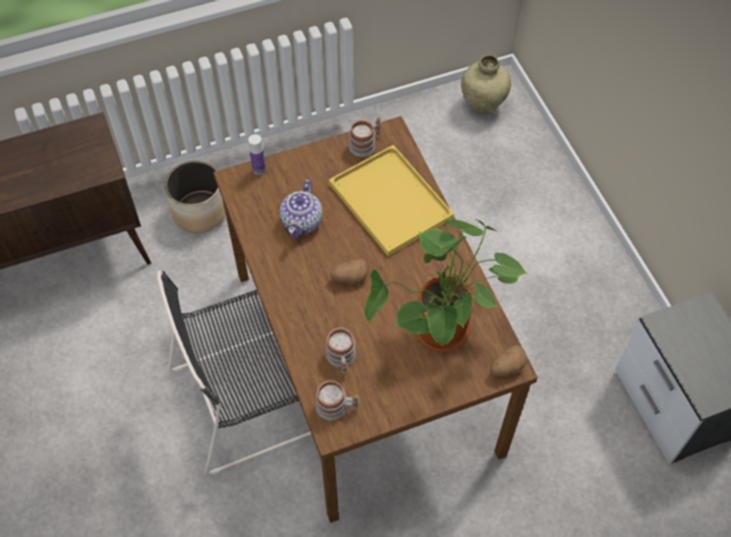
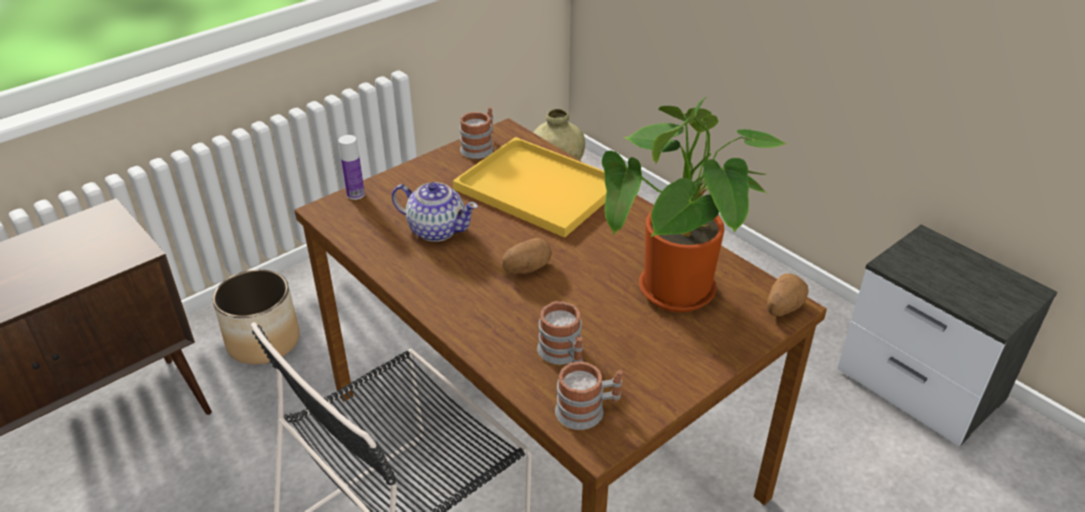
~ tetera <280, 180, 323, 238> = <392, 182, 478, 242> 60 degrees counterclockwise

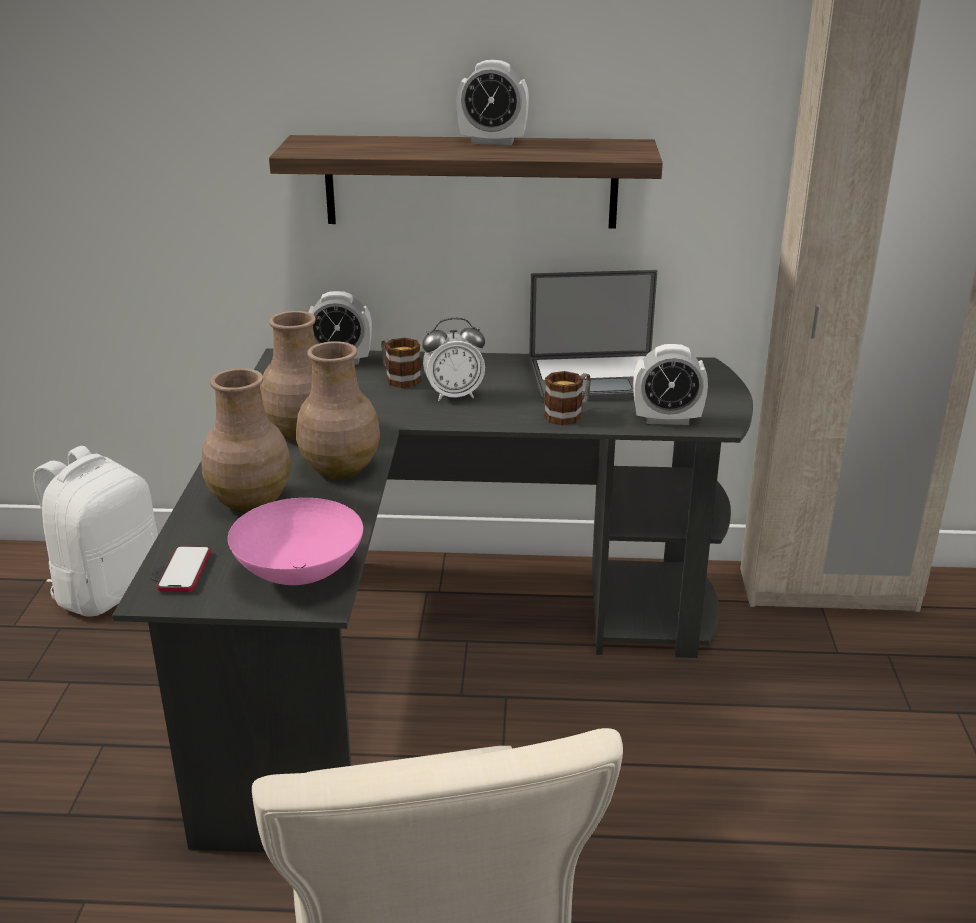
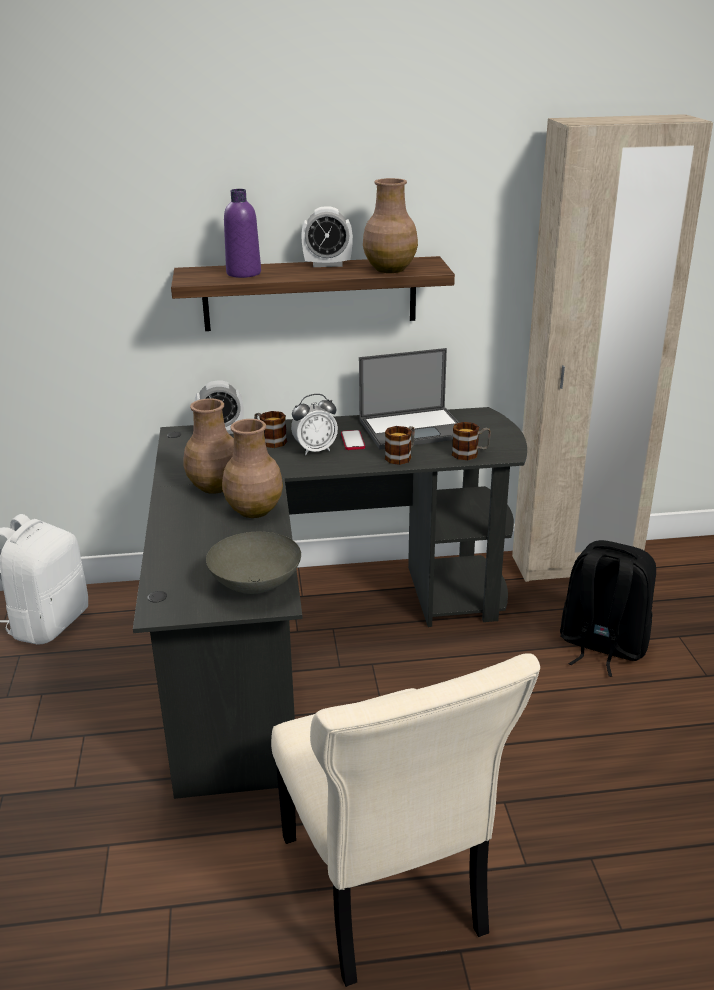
~ cuenco [rosa] <228, 498, 363, 585> to cuenco [gris] <206, 532, 301, 594>
+ botella [morado] <224, 189, 261, 278>
~ móvil <157, 546, 211, 592> to <341, 430, 365, 450>
~ florero [marrón] <201, 368, 291, 513> to <363, 178, 418, 273>
~ despertador <633, 344, 708, 425> to taza grande <452, 422, 491, 460>
+ mochila [negro] <560, 540, 656, 677>

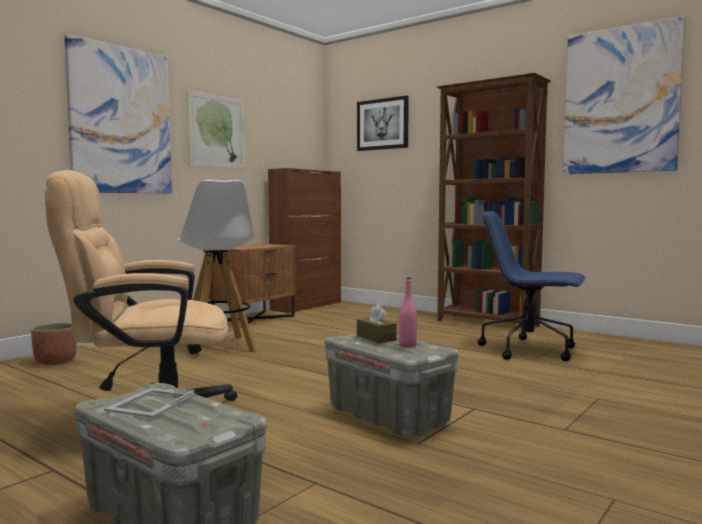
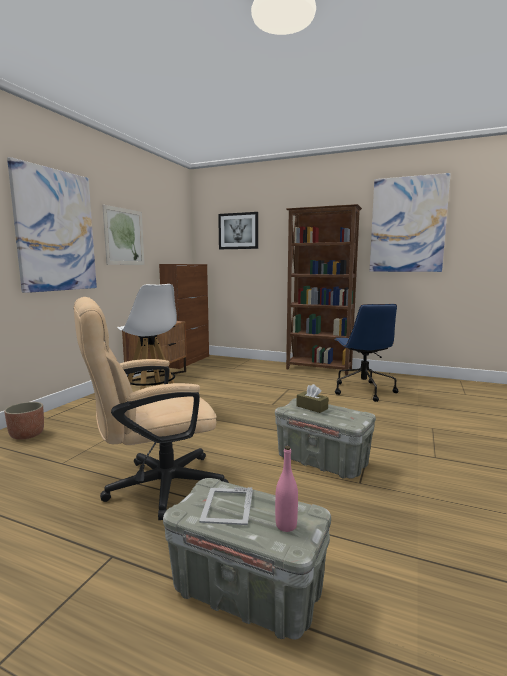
~ botella [rosa] <399, 277, 417, 348> to <275, 446, 298, 532>
~ silla de oficina [azul] <478, 211, 585, 361> = <334, 304, 398, 402> 105 degrees counterclockwise

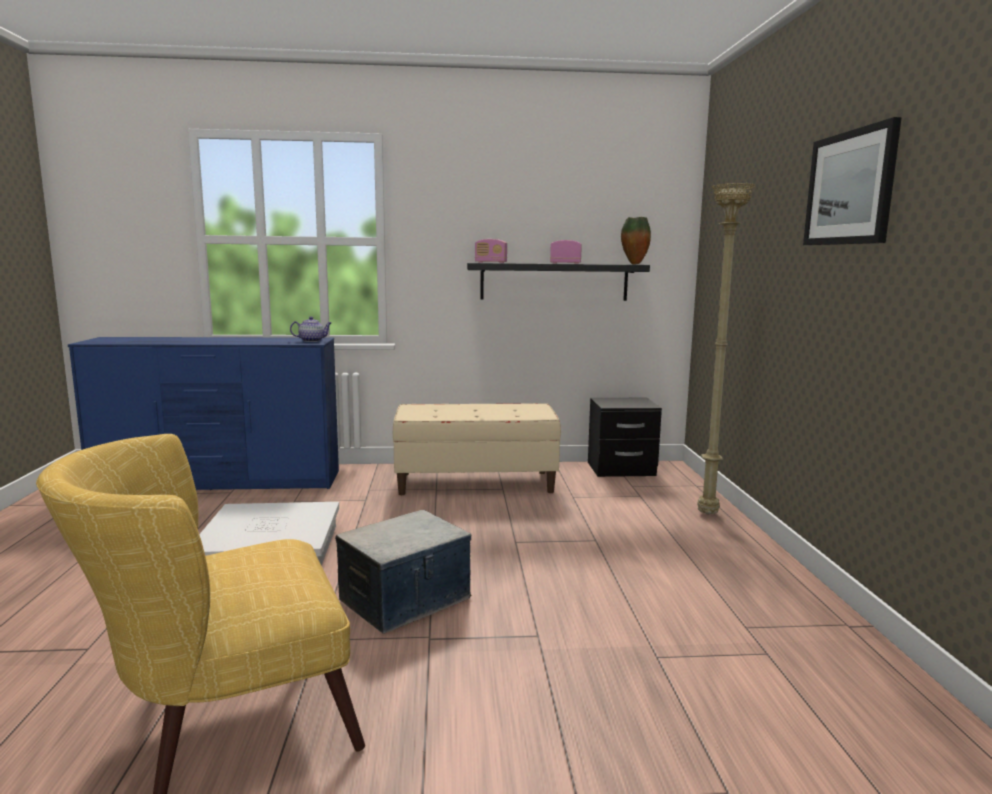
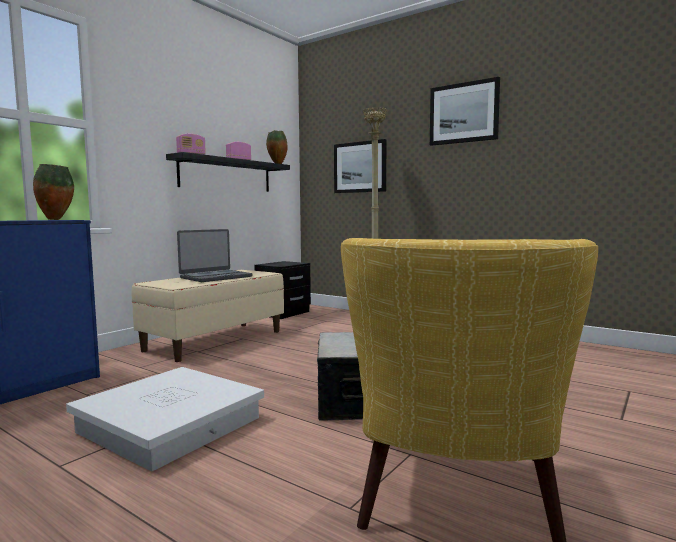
~ tetera <290, 316, 332, 342> to florero <33, 164, 74, 220>
+ portátil <177, 229, 252, 282>
+ cuadro <334, 139, 386, 193>

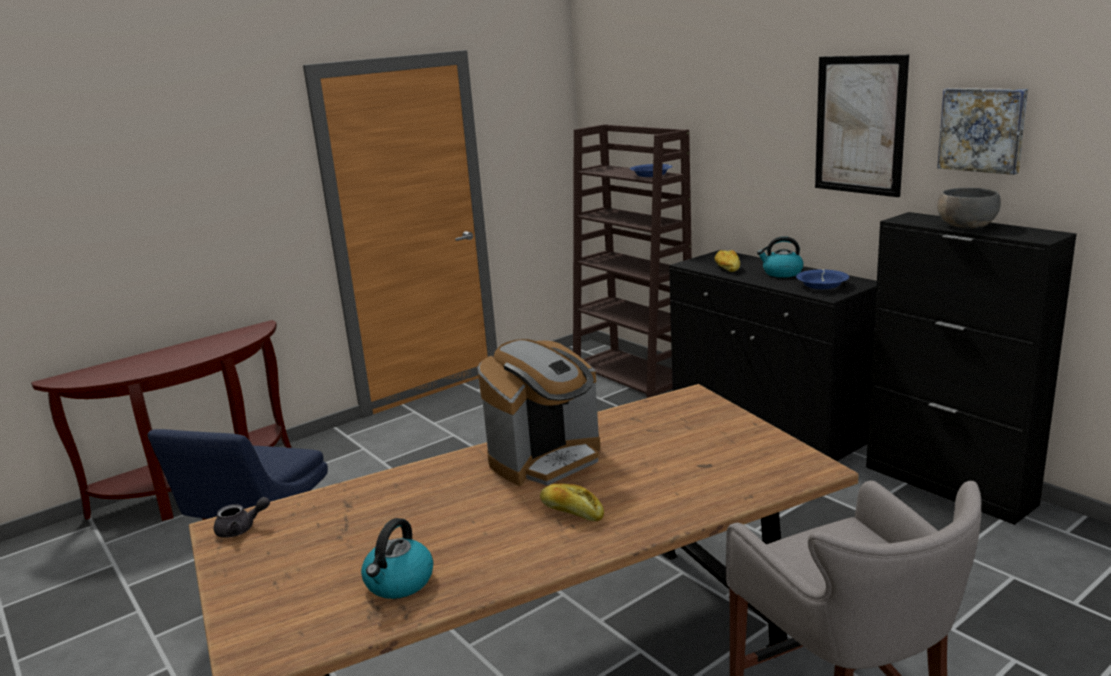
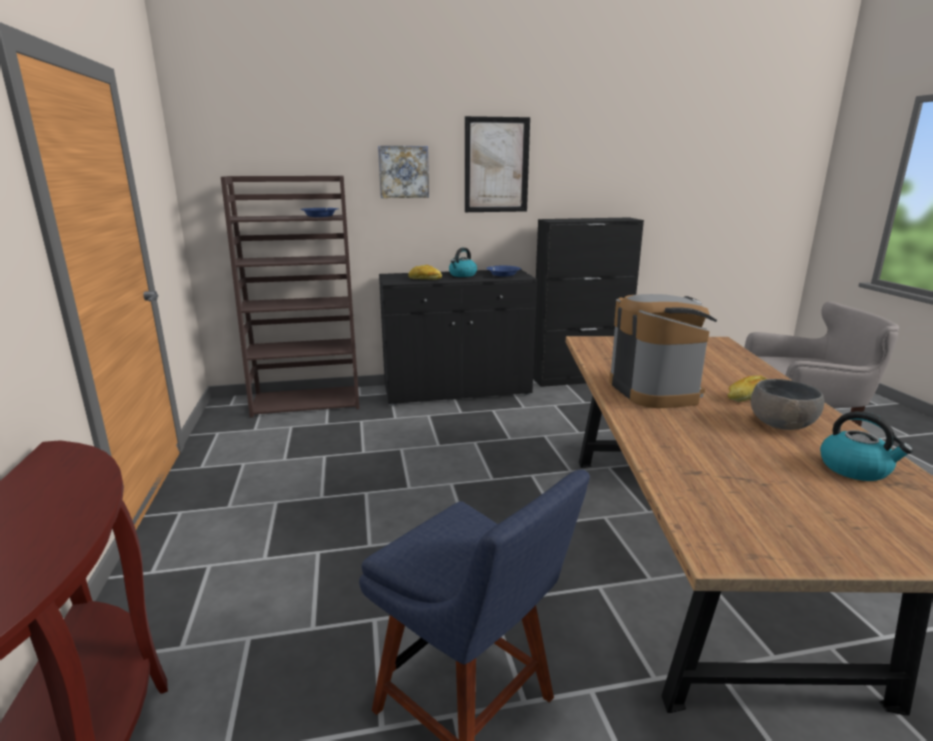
~ cuadro <937, 88, 1028, 175> to <378, 146, 429, 198>
~ cuenco [gris] <937, 188, 1001, 229> to <751, 379, 824, 430>
- tetera [gris] <214, 497, 270, 538>

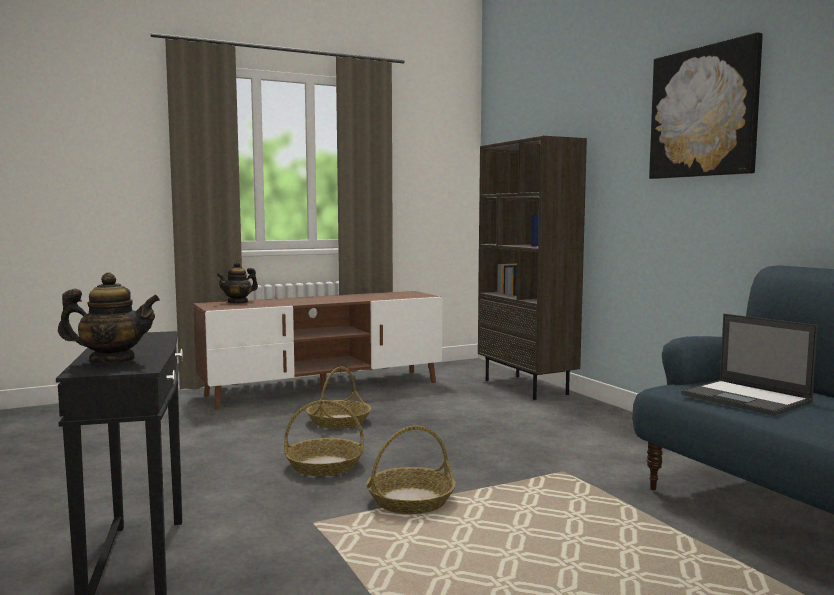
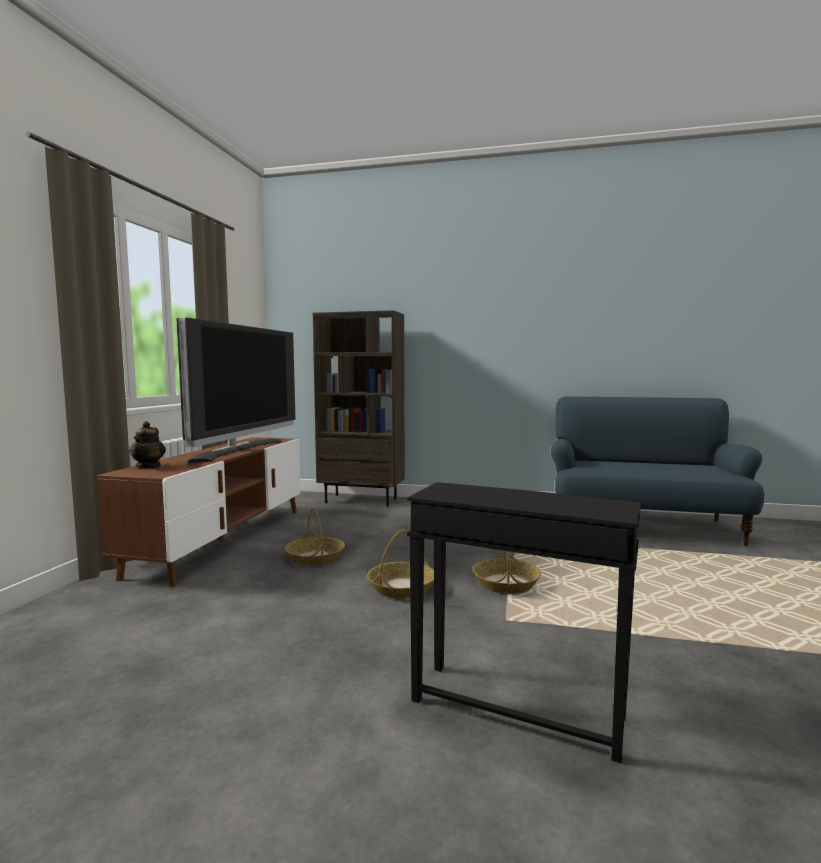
+ televisor <177, 318, 295, 462>
- tetera <58, 273, 160, 363>
- cuadro <649, 32, 763, 179>
- portátil <681, 314, 818, 416>

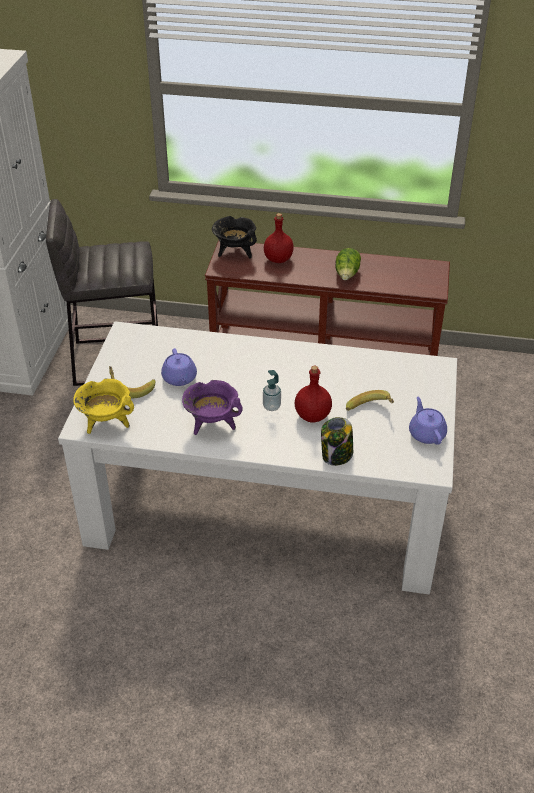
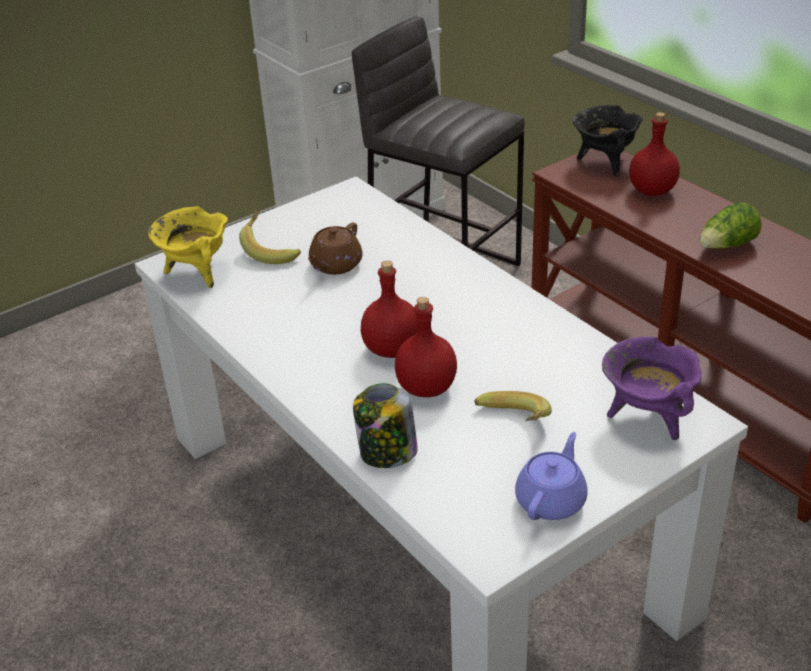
~ tetera [morado] <161, 348, 197, 386> to tetera [marrón] <308, 223, 363, 275>
~ dispensador de jabón <263, 370, 281, 411> to botella [rojo] <361, 261, 418, 358>
~ olla [morado] <182, 380, 243, 435> to <602, 337, 702, 440>

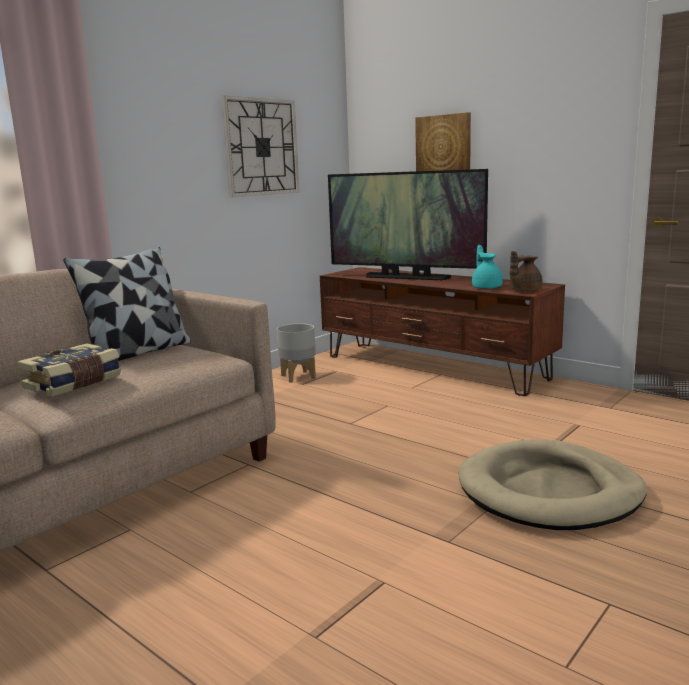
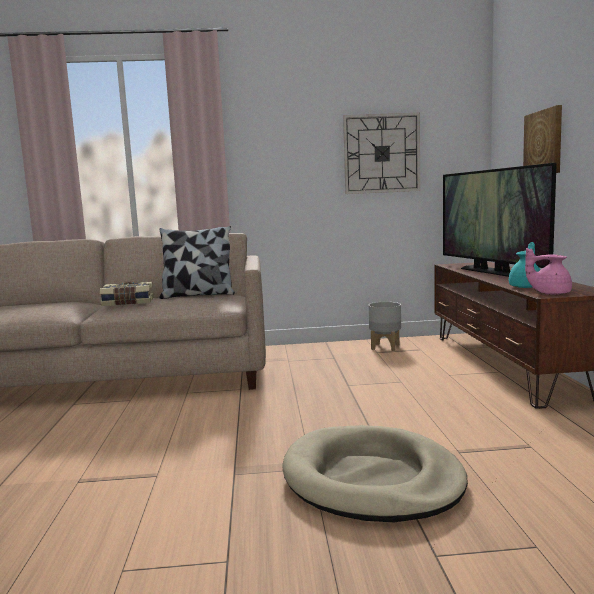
~ tetera [marrón] <510, 251, 543, 292> to tetera [rosa] <525, 248, 572, 295>

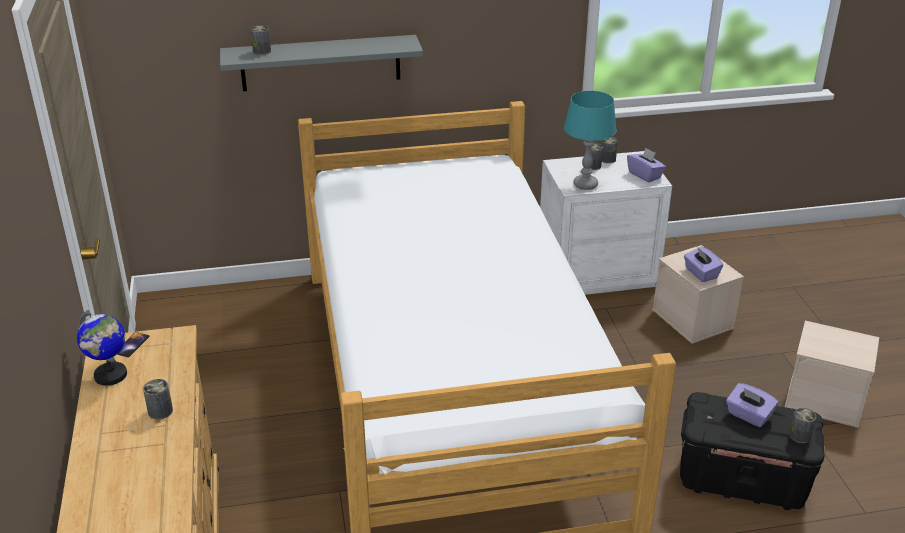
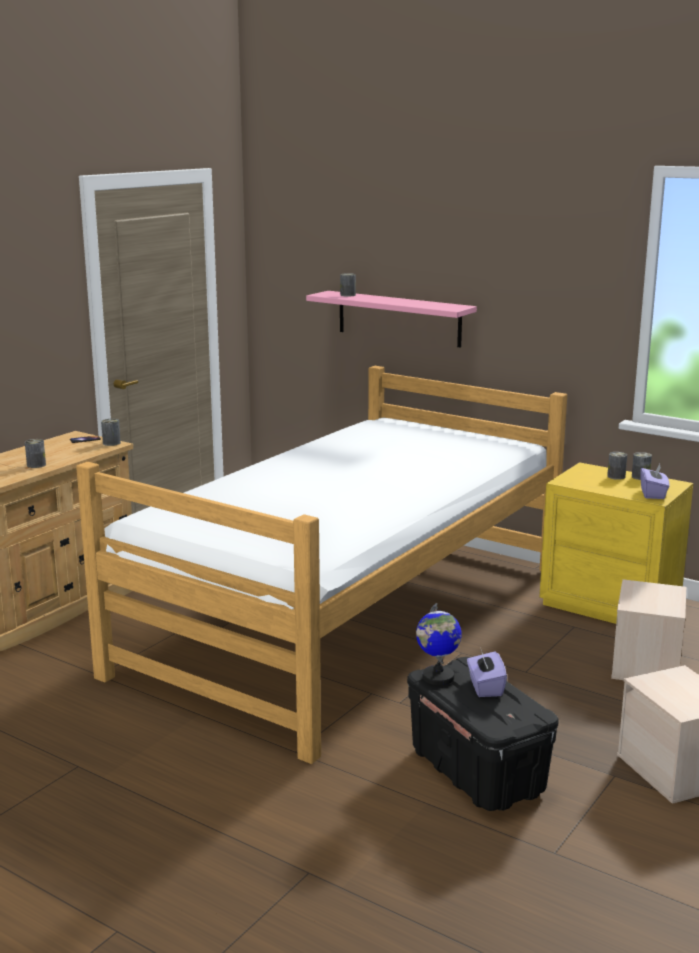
~ lata <789, 408, 816, 443> to <101, 419, 121, 446>
~ estante [gris] <220, 35, 423, 91> to estante [rosa] <306, 291, 477, 348>
~ globo terráqueo <77, 310, 127, 386> to <416, 603, 462, 685>
~ mesita de noche [blanco] <540, 151, 672, 295> to mesita de noche [amarillo] <539, 462, 693, 624>
- lámpara de mesa [turquesa] <564, 91, 617, 190>
- caja de pañuelos [morado] <684, 246, 723, 282>

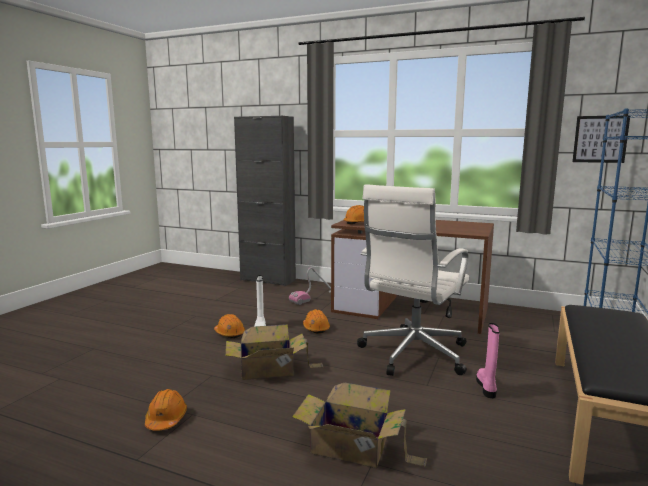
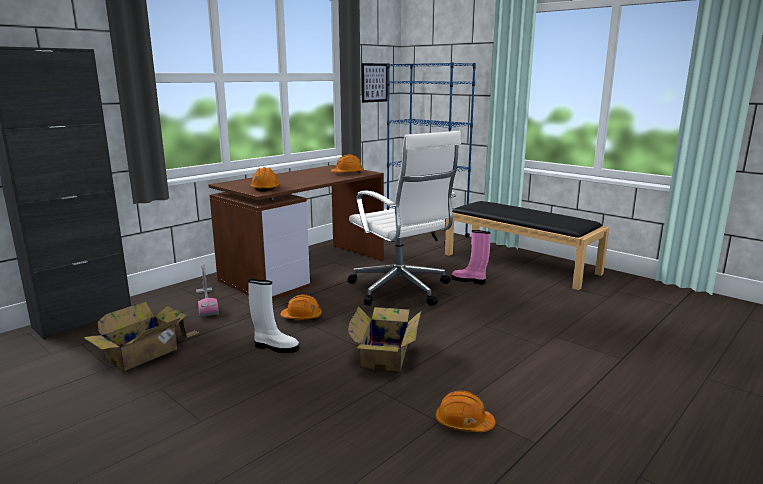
~ caja de cartón <292, 383, 427, 468> to <83, 301, 200, 371>
~ casco [naranja] <214, 314, 245, 338> to <331, 155, 364, 173>

